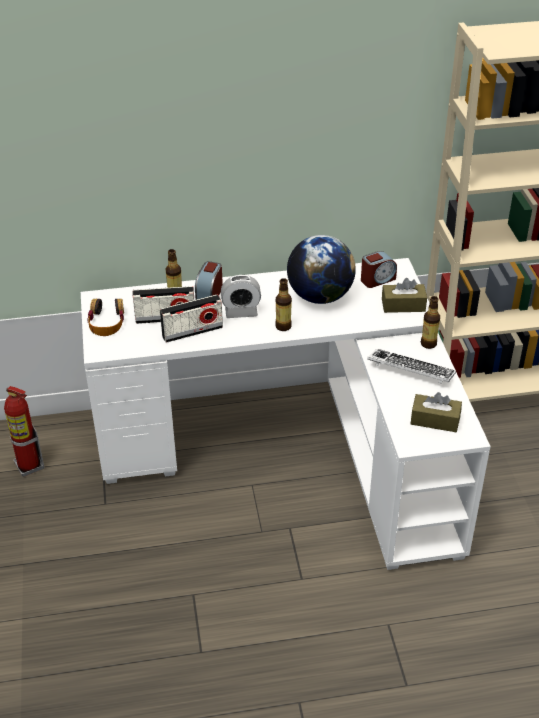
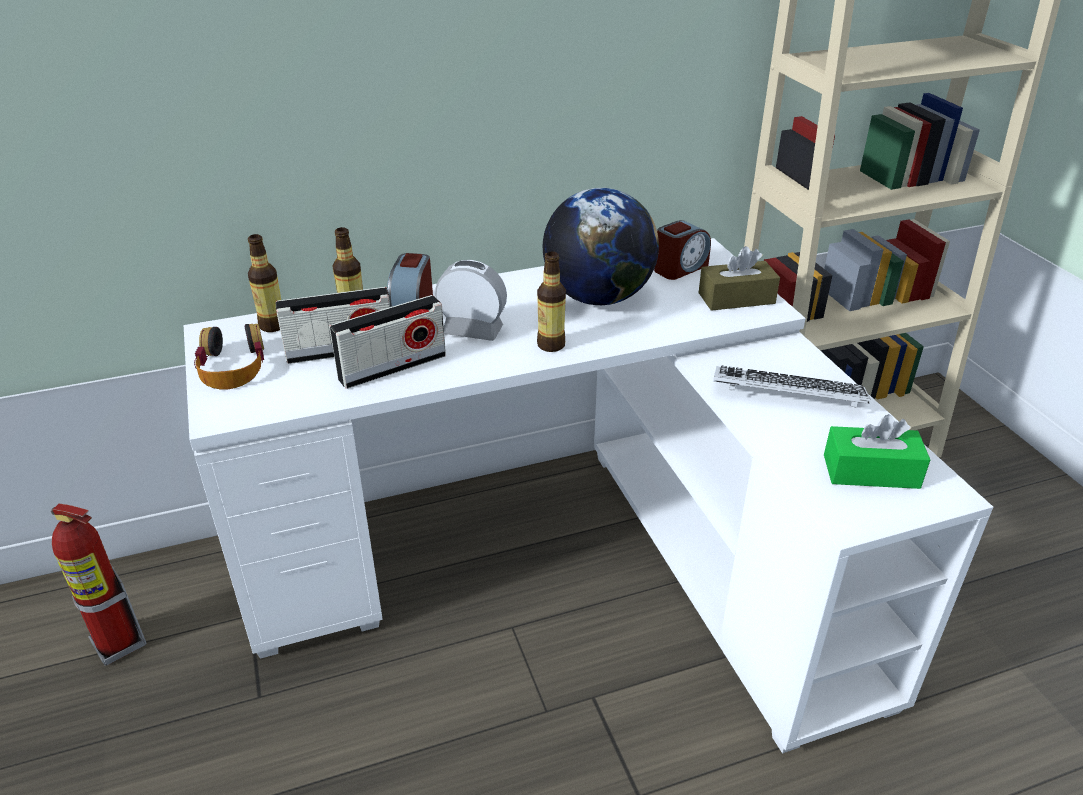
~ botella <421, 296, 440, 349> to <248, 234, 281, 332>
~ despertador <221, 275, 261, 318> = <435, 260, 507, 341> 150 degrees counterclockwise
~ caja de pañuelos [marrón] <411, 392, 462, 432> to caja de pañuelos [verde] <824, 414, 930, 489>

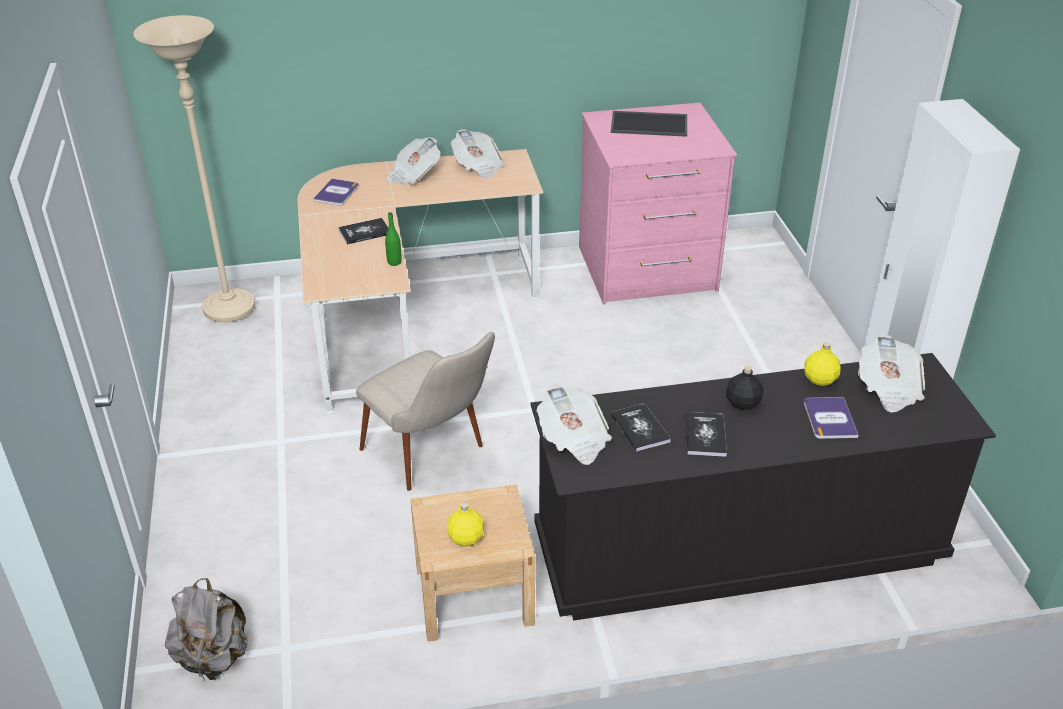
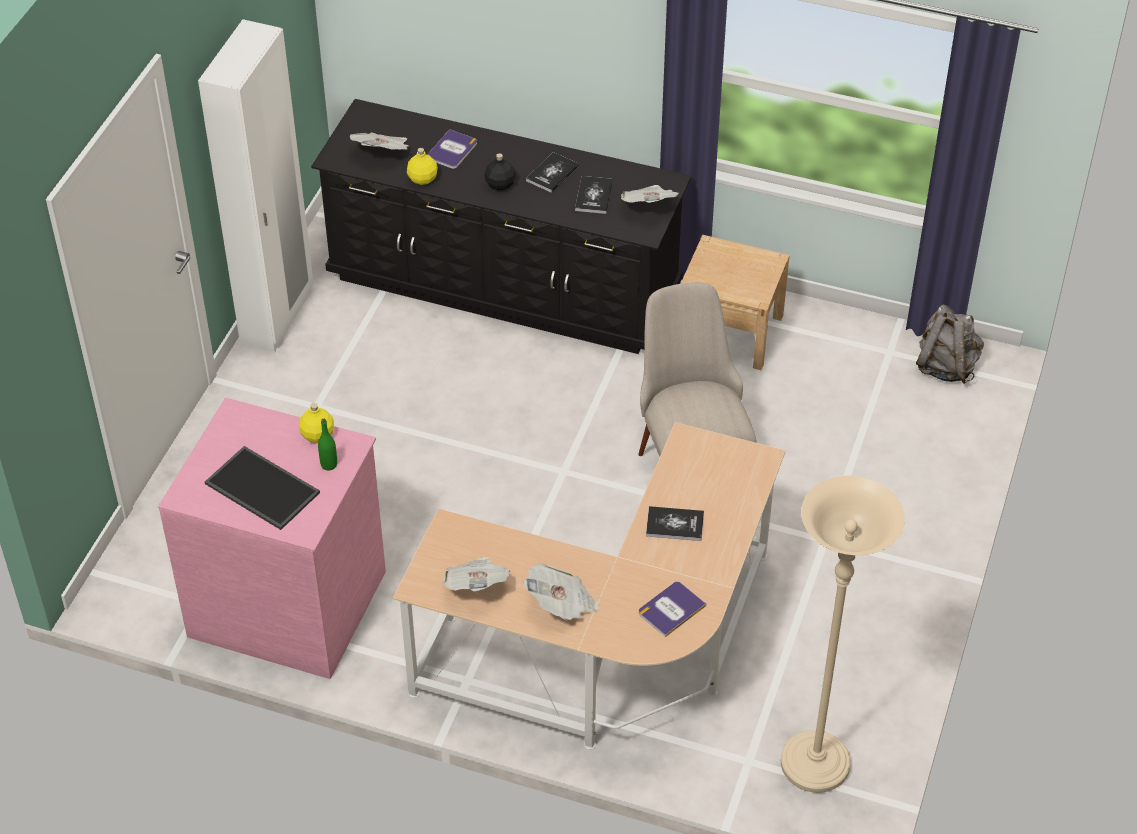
~ botella [amarillo] <447, 502, 484, 547> to <299, 403, 334, 443>
~ botella [verde] <385, 212, 402, 266> to <318, 419, 337, 470>

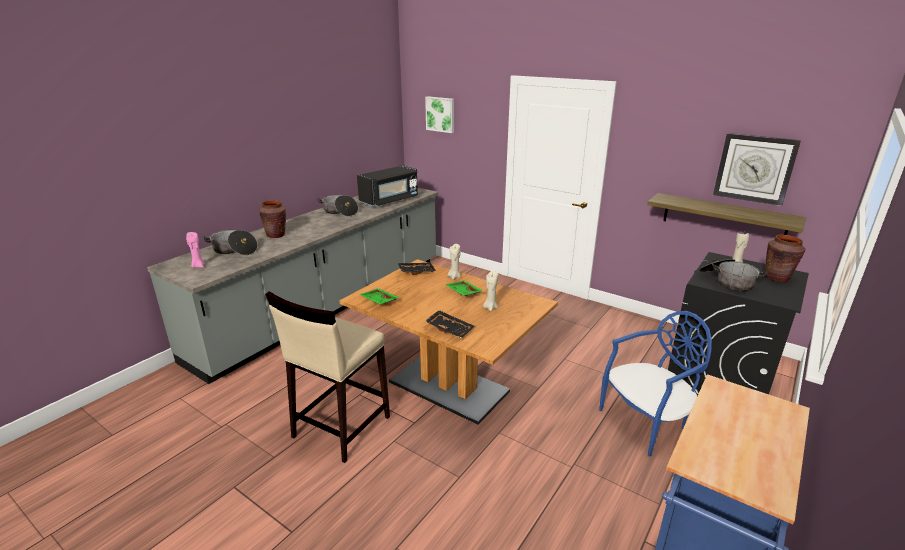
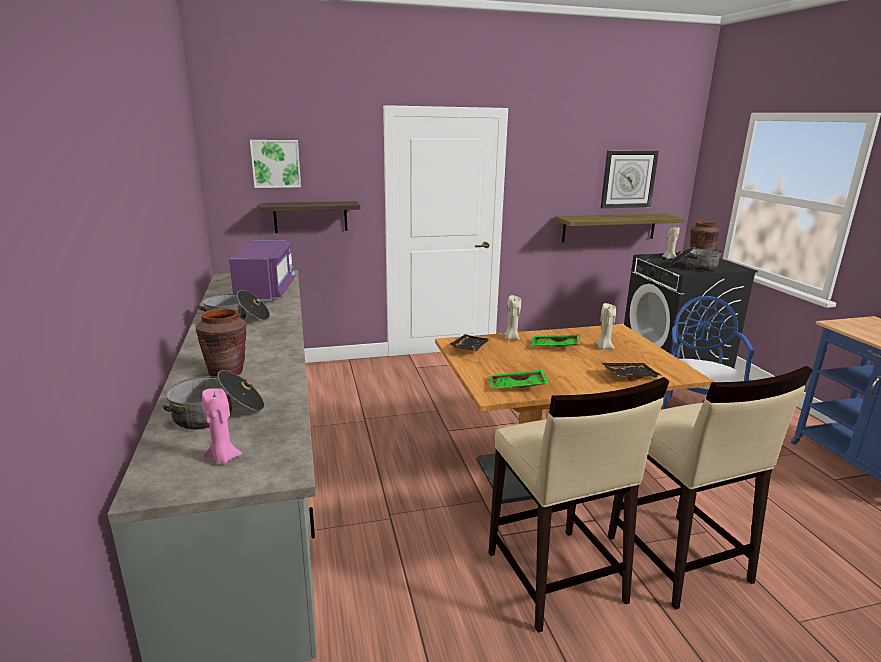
~ microondas [negro] <357, 165, 418, 206> to microondas [morado] <229, 240, 295, 301>
+ estante <260, 201, 361, 233>
+ taburete [beis] <608, 366, 813, 610>

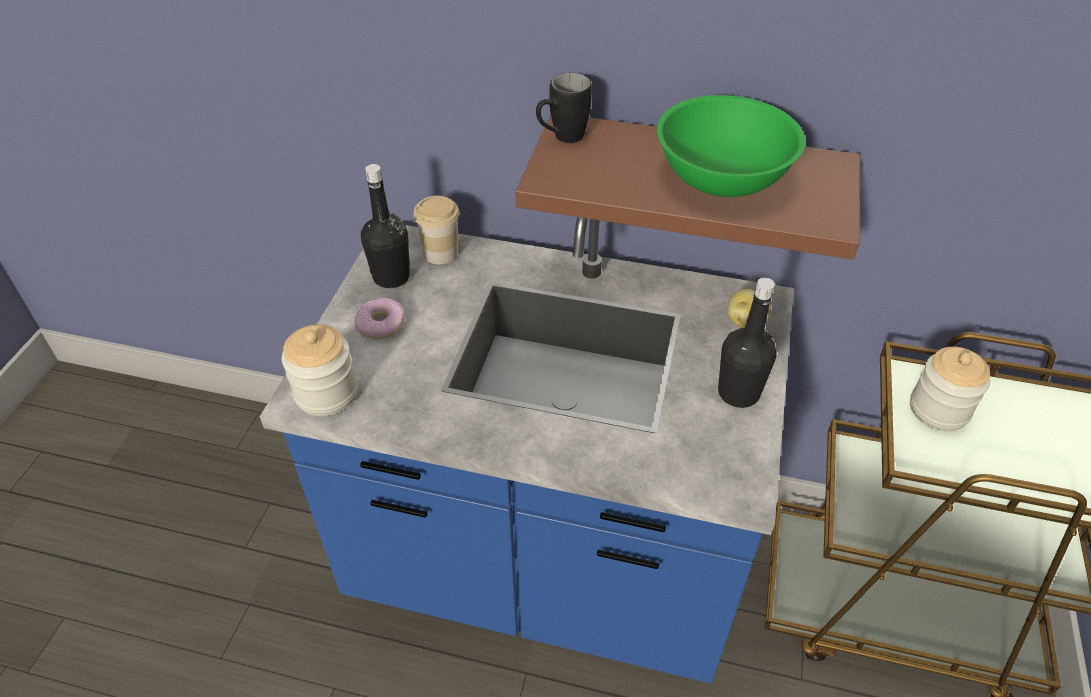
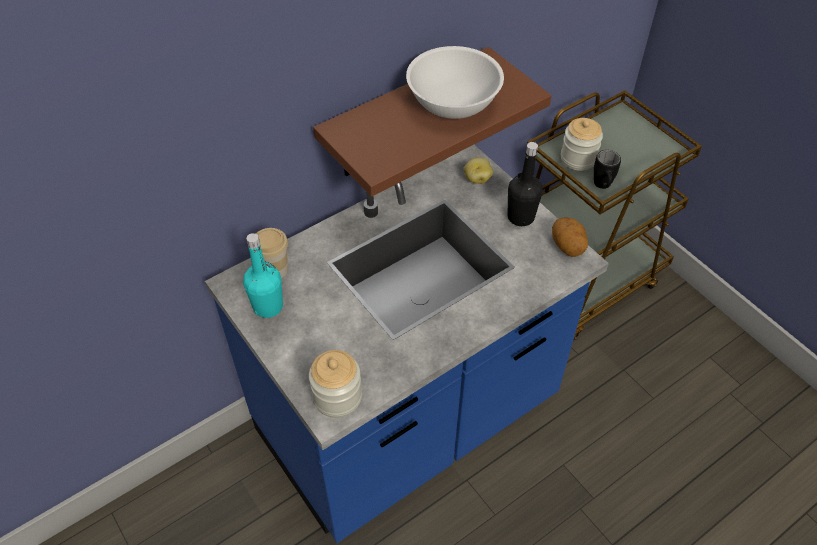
~ botella [negro] <361, 164, 410, 288> to botella [turquesa] <243, 233, 283, 318>
~ cuenco [verde] <657, 95, 805, 197> to cuenco [blanco] <406, 46, 504, 119>
+ patata <552, 217, 588, 257>
~ taza grande [negro] <536, 73, 592, 143> to <594, 150, 621, 189>
- rosquilla <354, 298, 405, 339>

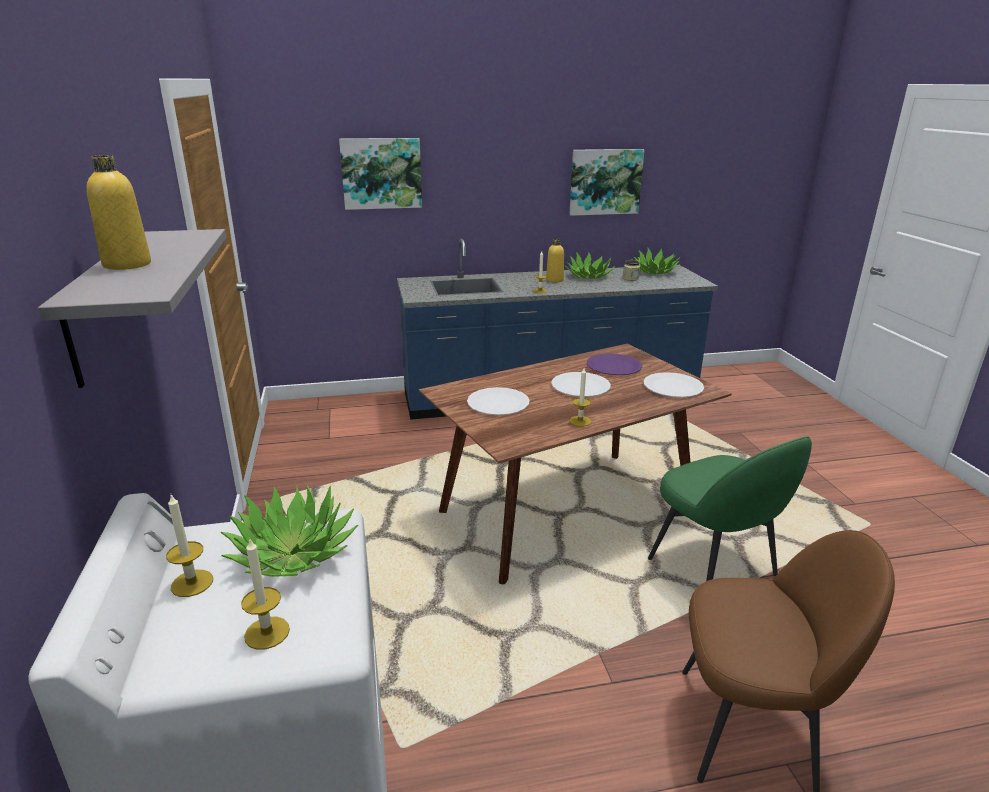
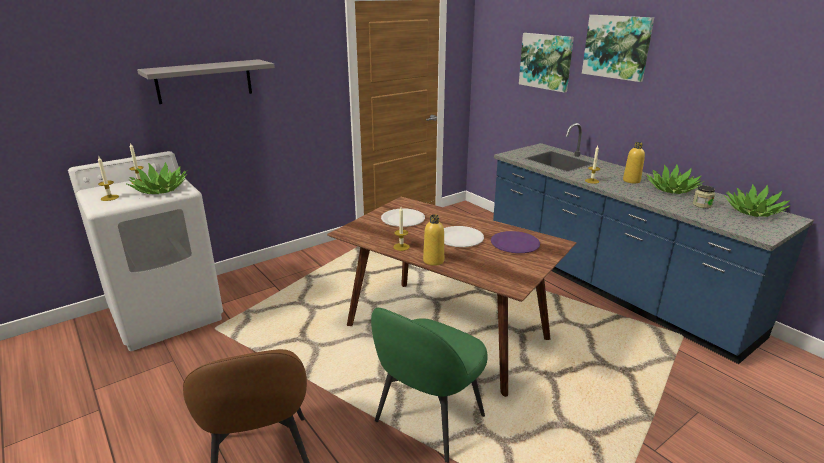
~ botella [amarillo] <87, 155, 151, 270> to <423, 214, 444, 266>
~ cuadro <569, 149, 645, 216> to <582, 15, 654, 82>
- plato [blanco] <644, 372, 704, 398>

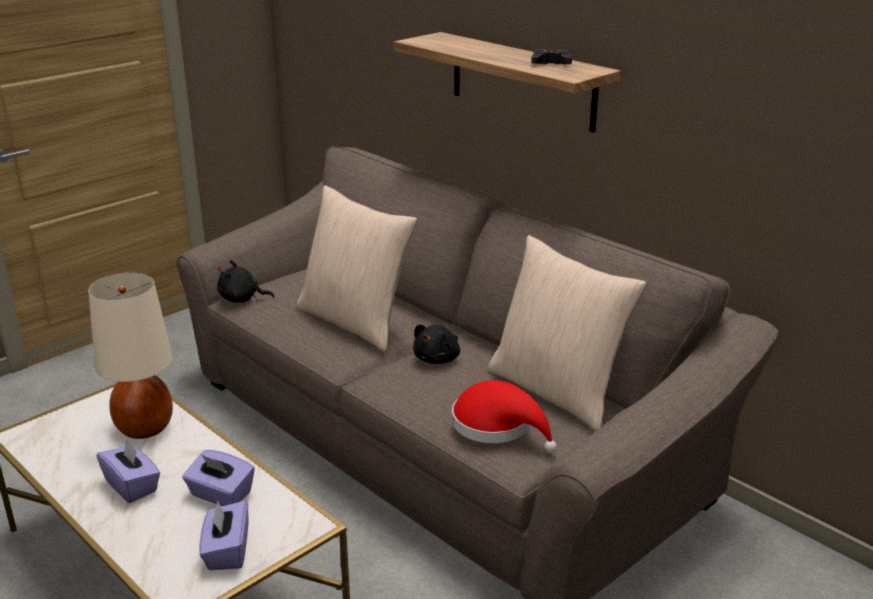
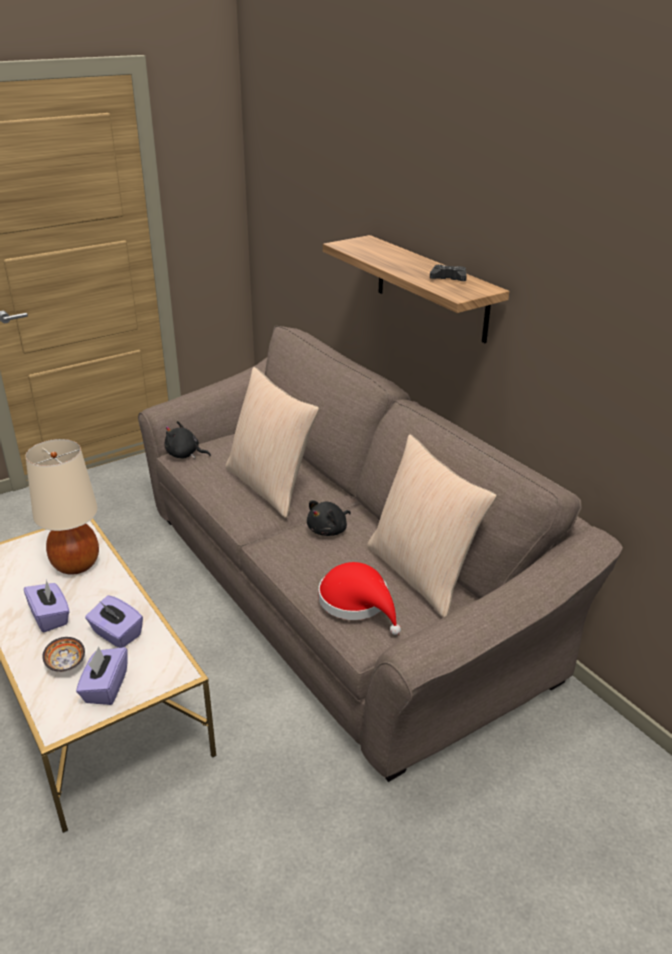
+ cuenco <42, 637, 85, 672>

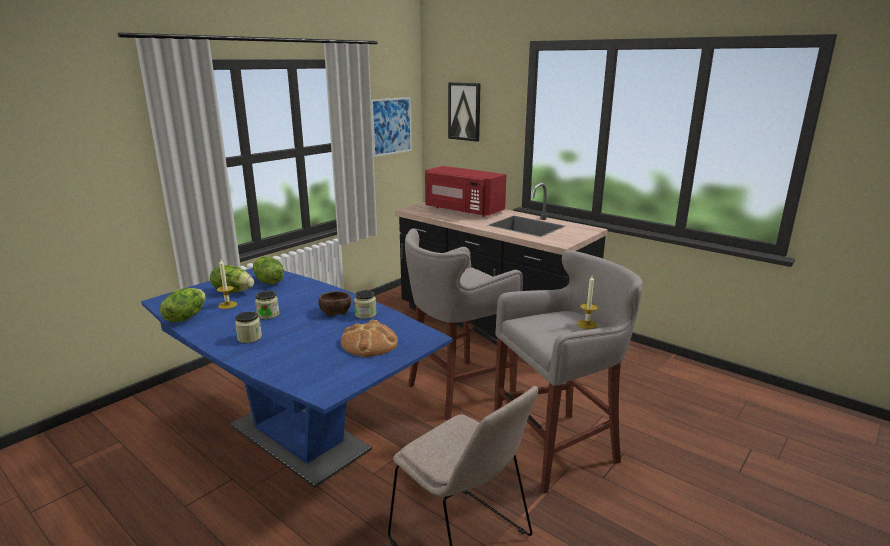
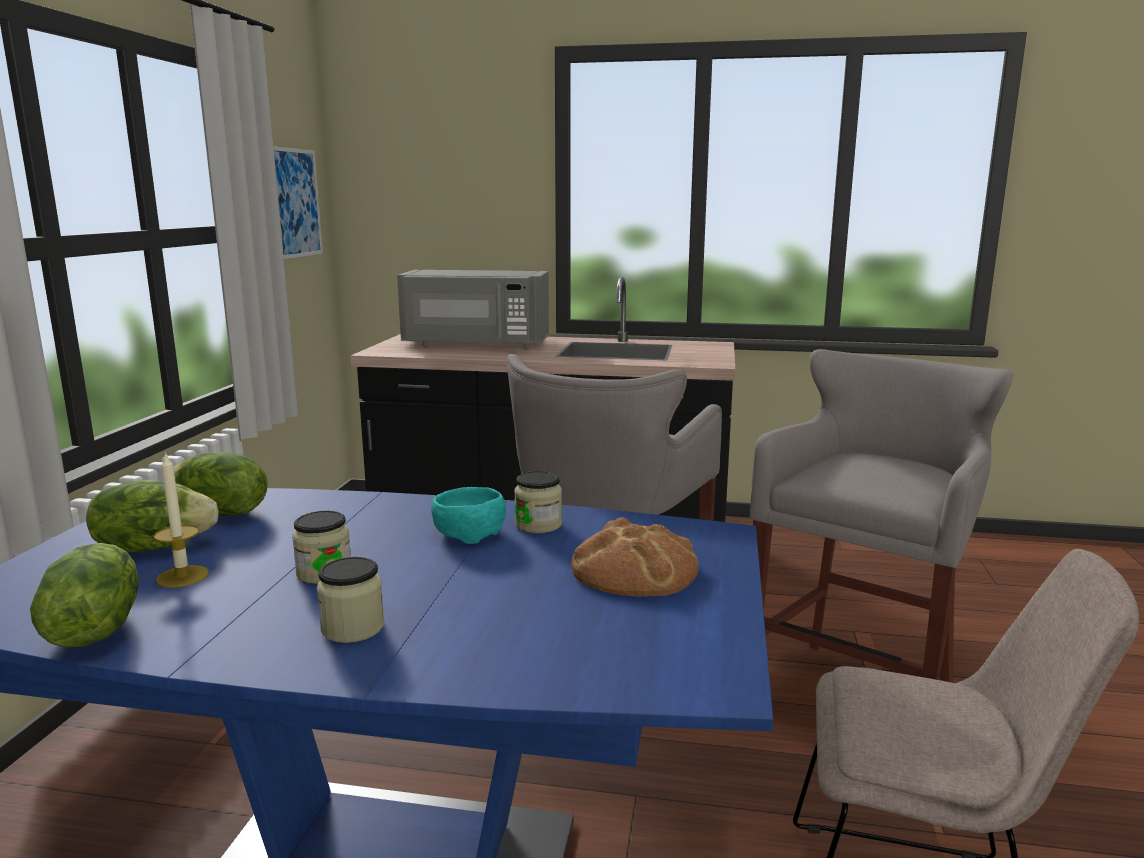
~ microondas [rojo] <425, 166, 507, 217> to microondas [gris] <397, 270, 549, 348>
~ cuenco [marrón] <318, 291, 351, 317> to cuenco [turquesa] <431, 487, 506, 544>
- cuadro <448, 82, 481, 142>
- vela <577, 276, 598, 329>

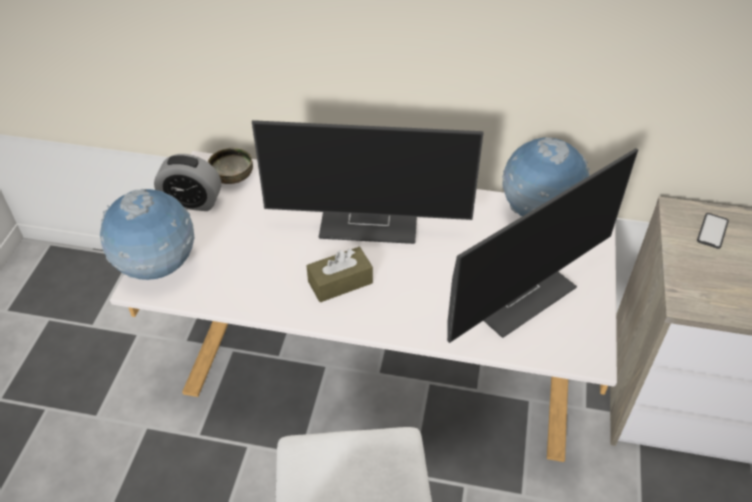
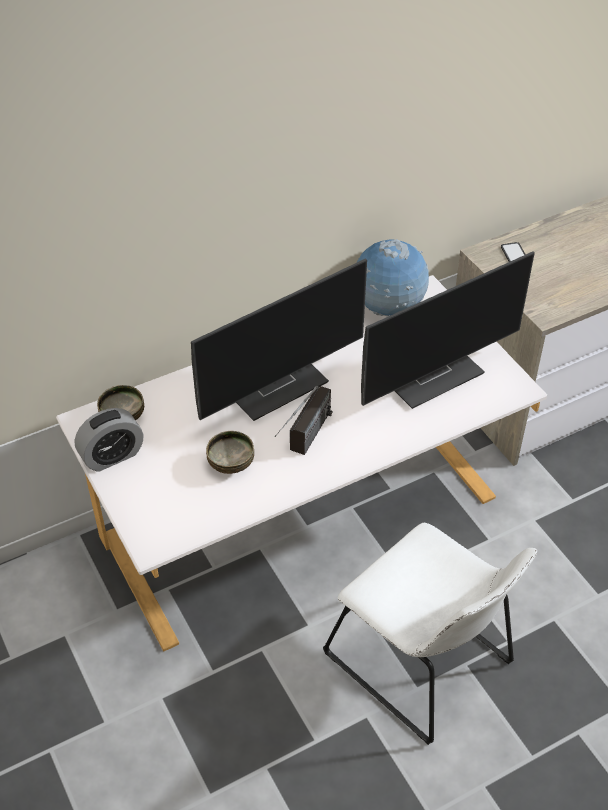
+ cuenco <206, 431, 254, 474>
~ caja de pañuelos [marrón] <306, 247, 373, 302> to radio <275, 386, 332, 455>
~ monitor <447, 148, 638, 343> = <361, 251, 535, 409> 45 degrees clockwise
- globo terráqueo <100, 189, 194, 280>

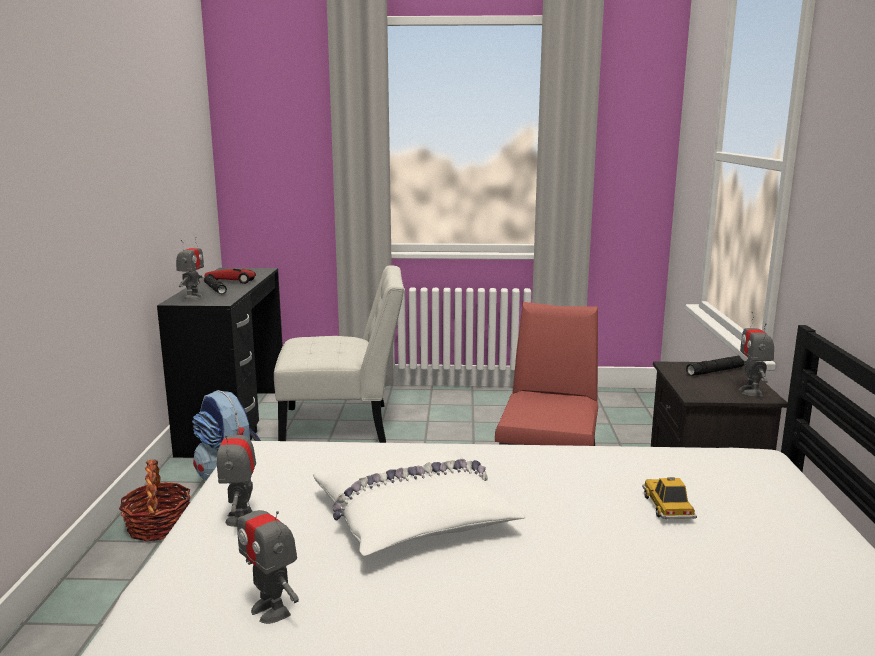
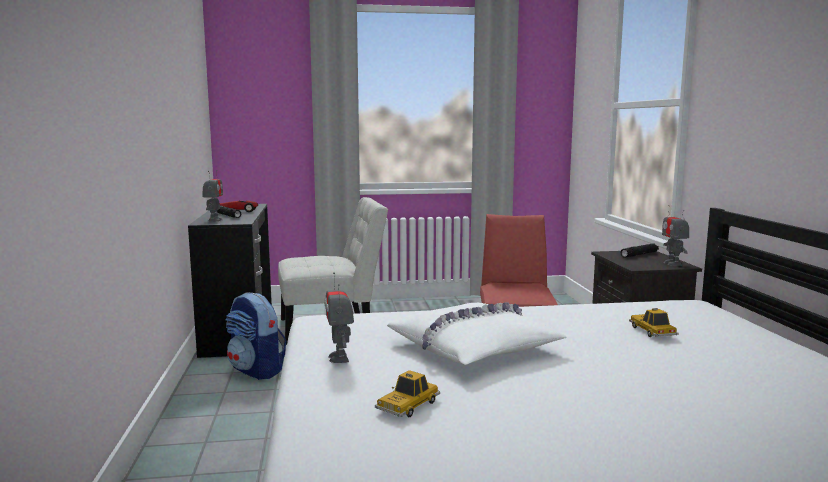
~ robot de juguete <237, 485, 299, 624> to coche de juguete <375, 370, 440, 417>
- cesta <119, 459, 191, 542>

